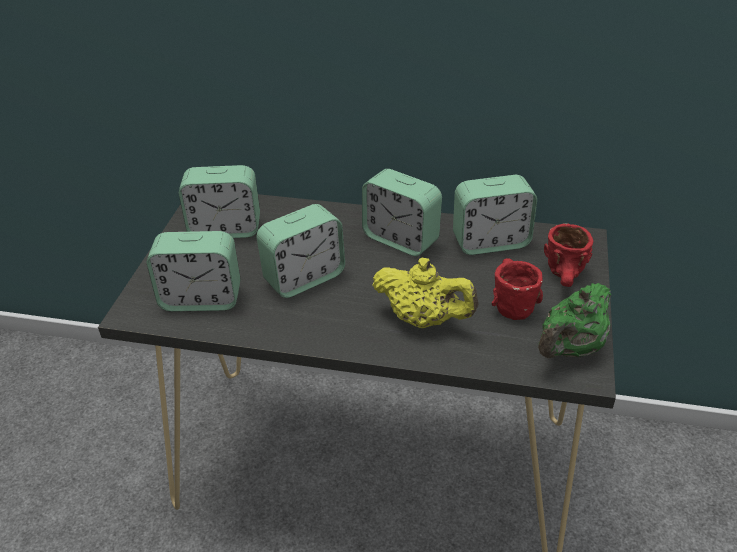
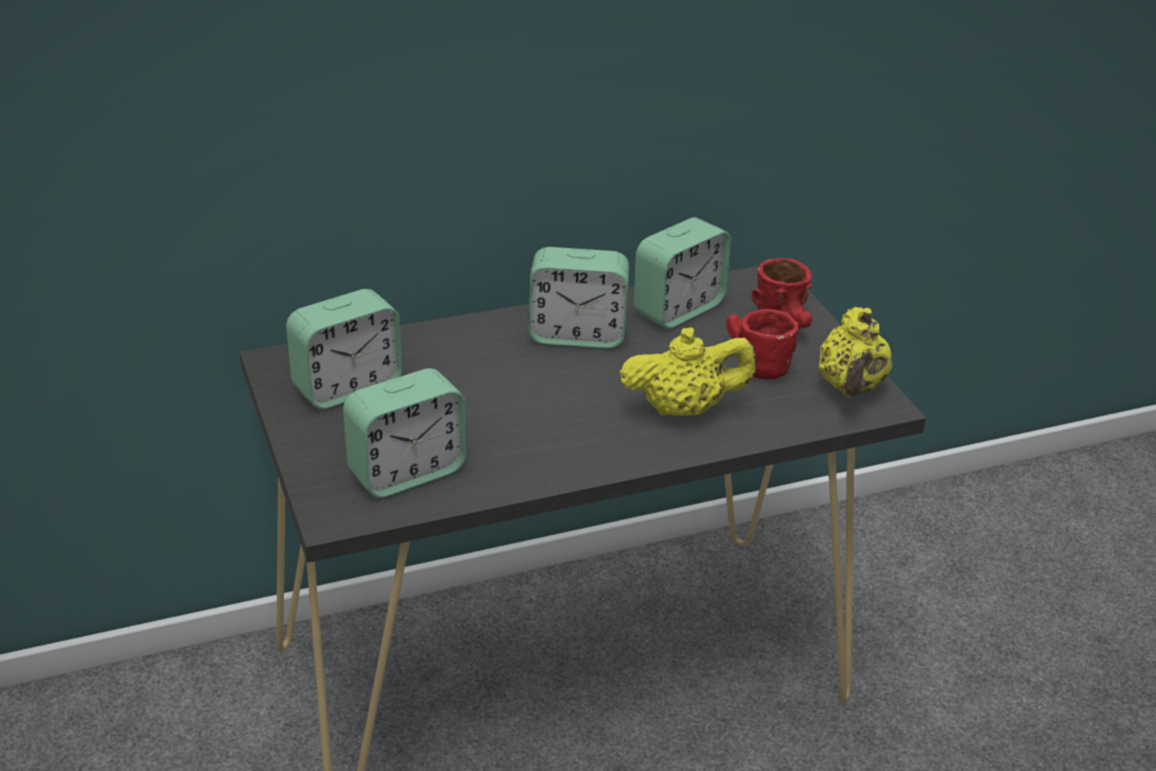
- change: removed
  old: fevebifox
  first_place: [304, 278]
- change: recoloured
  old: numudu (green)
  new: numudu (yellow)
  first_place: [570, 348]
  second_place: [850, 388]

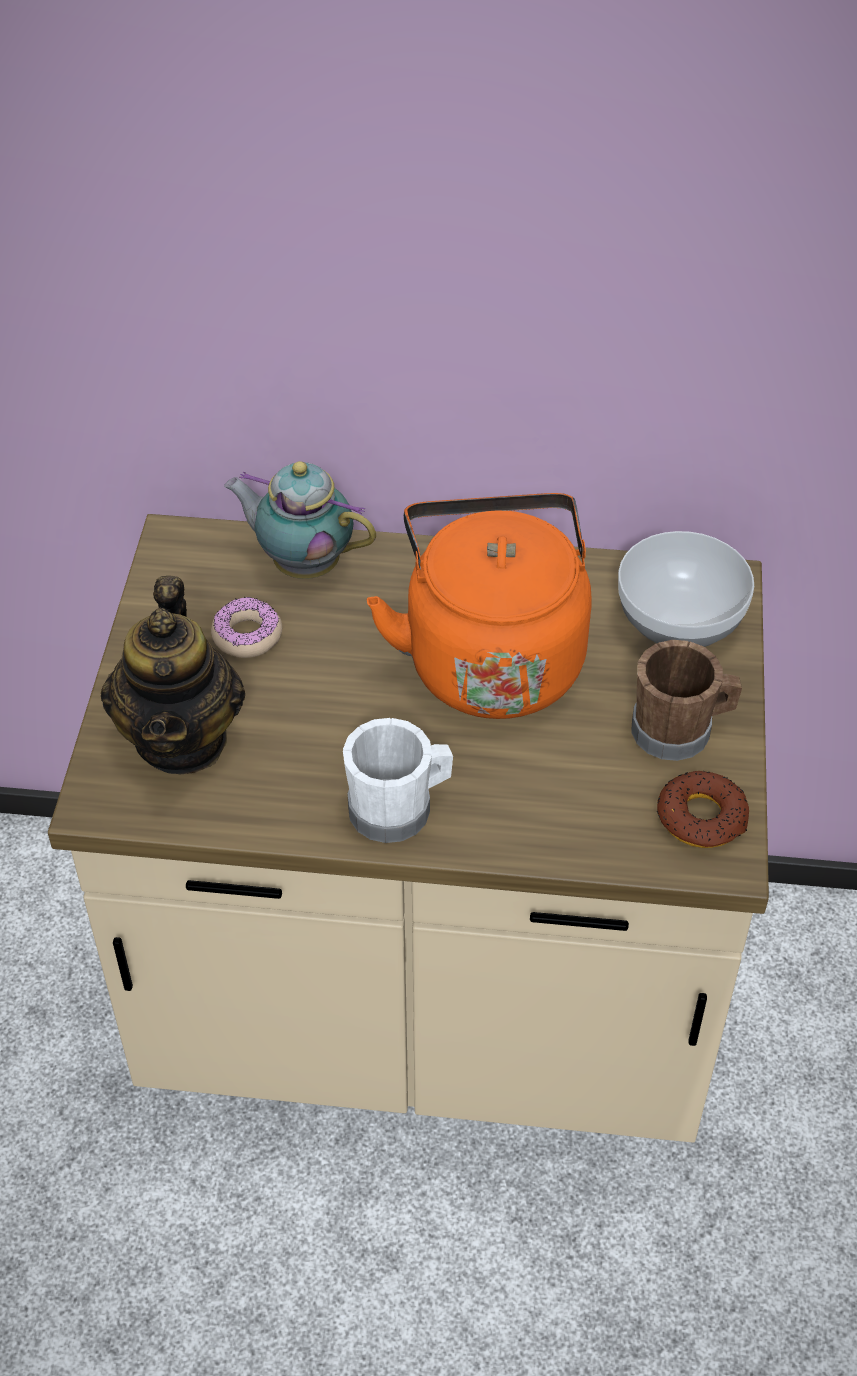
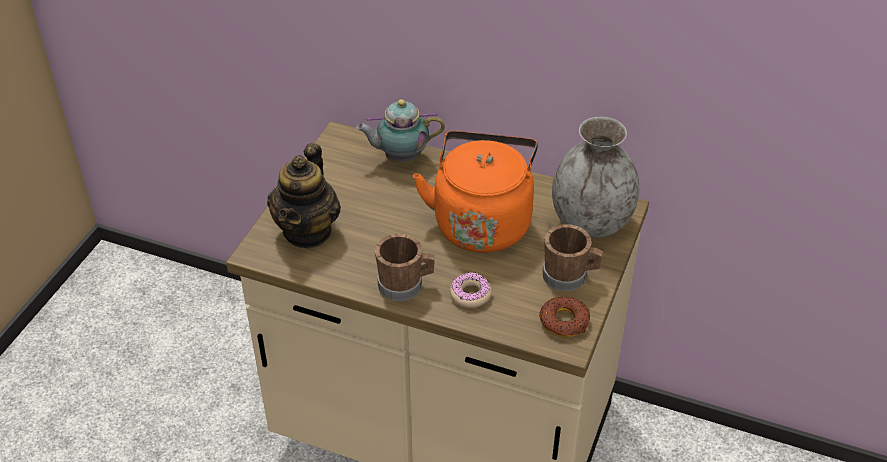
- change: moved
  old: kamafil
  first_place: [247, 635]
  second_place: [470, 294]
- change: replaced
  old: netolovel
  new: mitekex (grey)
  first_place: [681, 621]
  second_place: [591, 223]
- change: recoloured
  old: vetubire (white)
  new: vetubire (brown)
  first_place: [399, 808]
  second_place: [405, 285]
- change: turned
  old: numudu
  first_place: [302, 564]
  second_place: [400, 159]
  degrees: -45

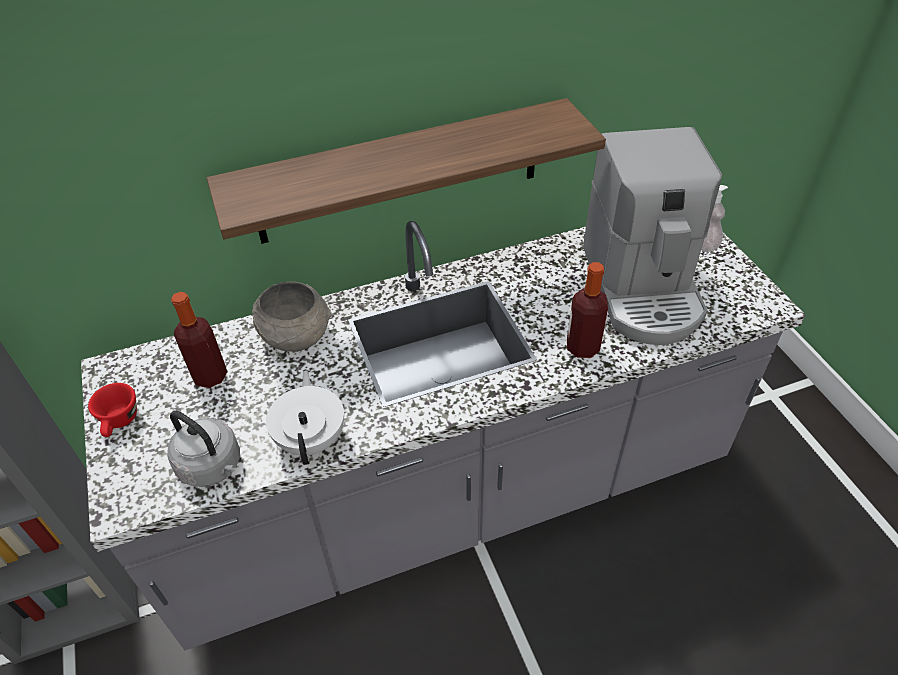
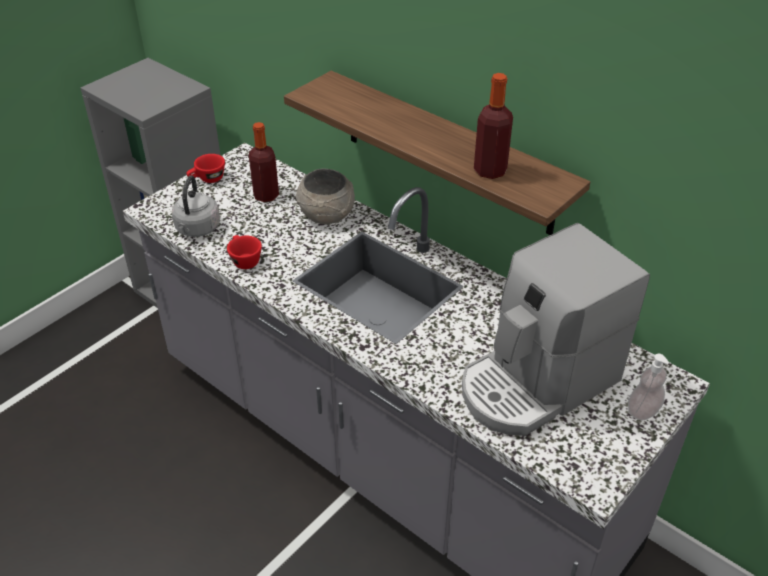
- change: moved
  old: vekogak
  first_place: [582, 347]
  second_place: [490, 170]
- change: replaced
  old: numudu (white)
  new: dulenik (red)
  first_place: [312, 438]
  second_place: [244, 260]

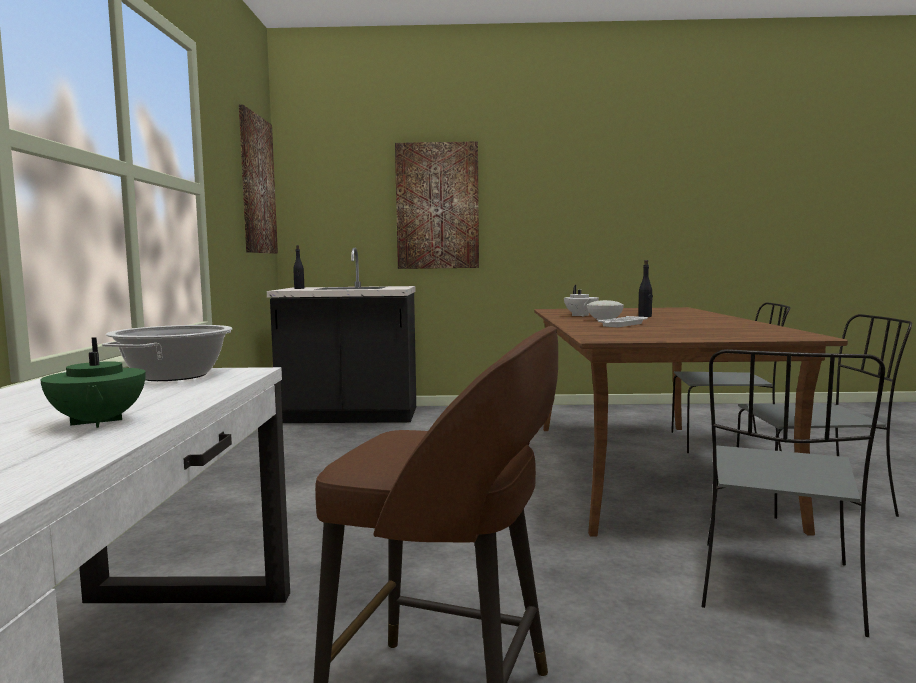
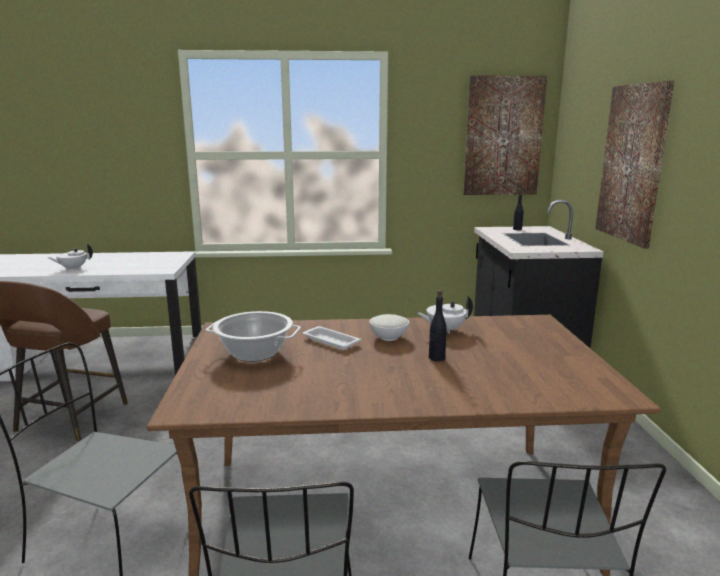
- change: moved
  old: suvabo
  first_place: [174, 376]
  second_place: [254, 353]
- change: recoloured
  old: numudu (green)
  new: numudu (white)
  first_place: [97, 422]
  second_place: [73, 268]

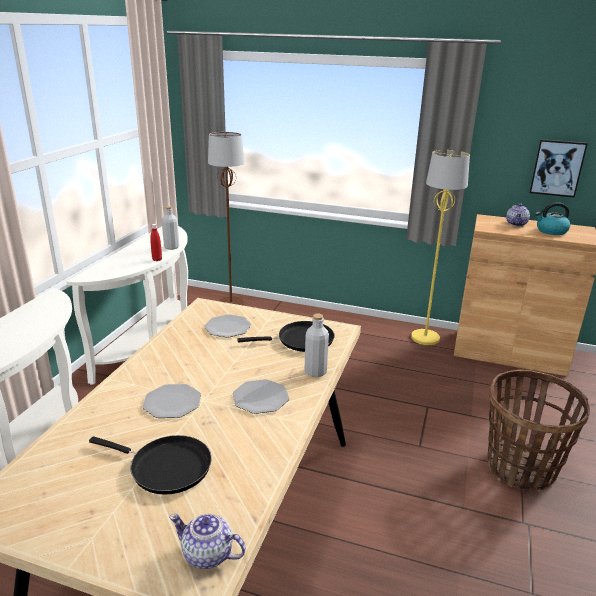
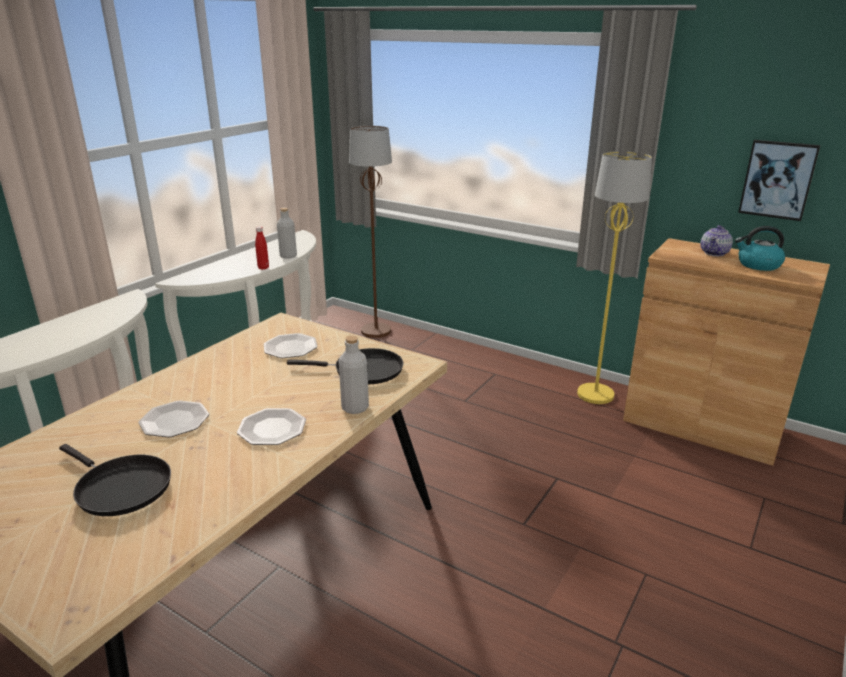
- change: removed
  old: numudu
  first_place: [208, 555]
- change: removed
  old: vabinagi
  first_place: [521, 467]

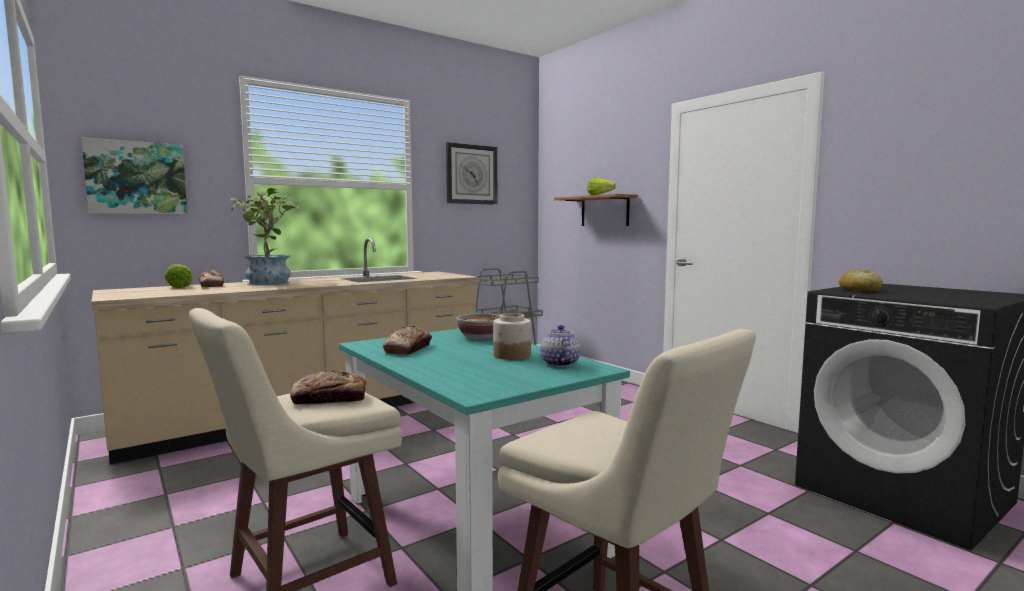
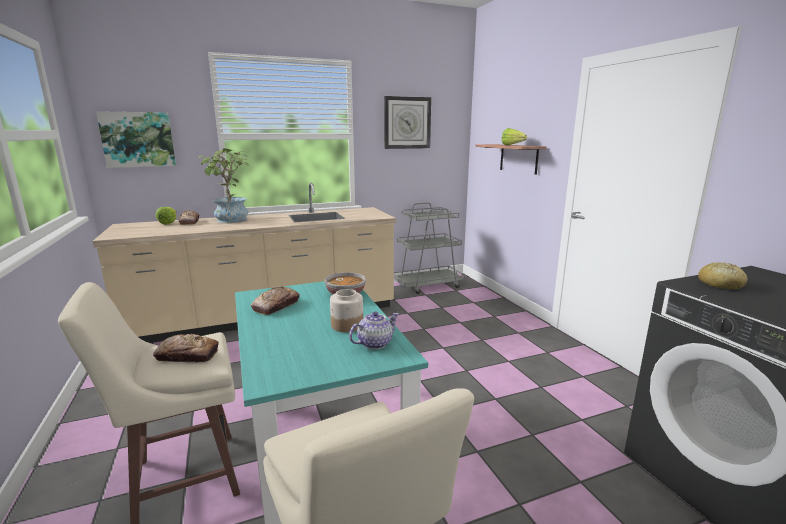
- change: turned
  old: numudu
  first_place: [559, 363]
  second_place: [375, 343]
  degrees: 45

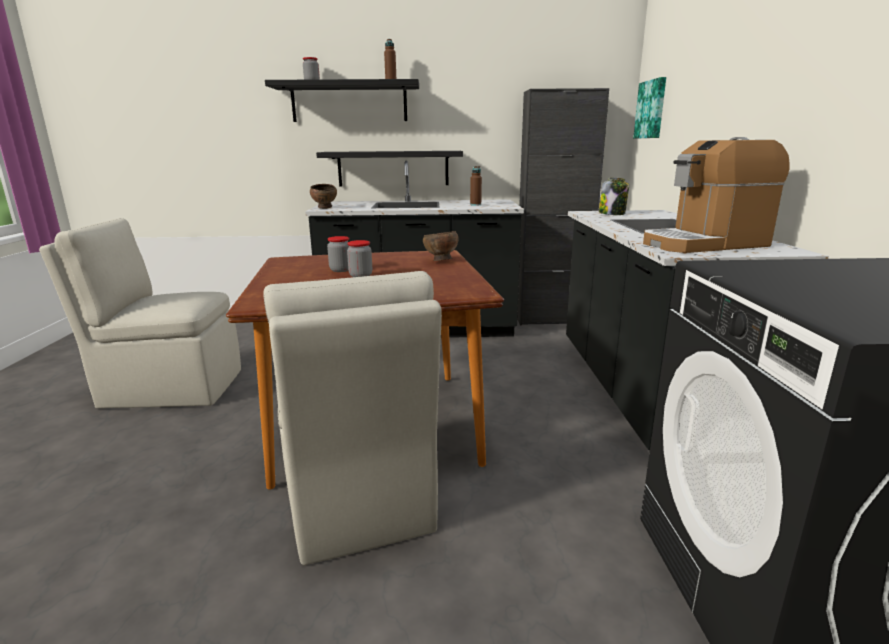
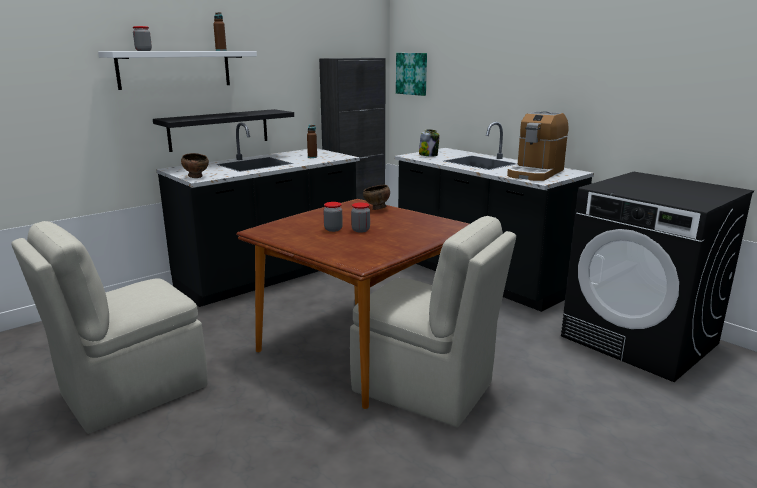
- change: recoloured
  old: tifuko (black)
  new: tifuko (white)
  first_place: [349, 103]
  second_place: [175, 69]

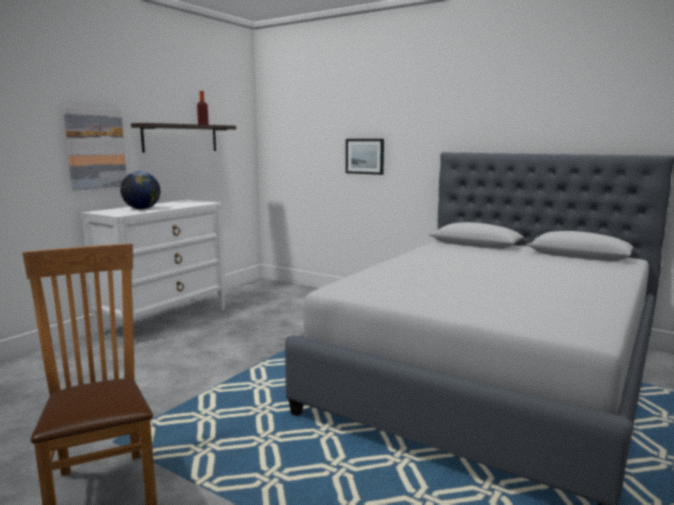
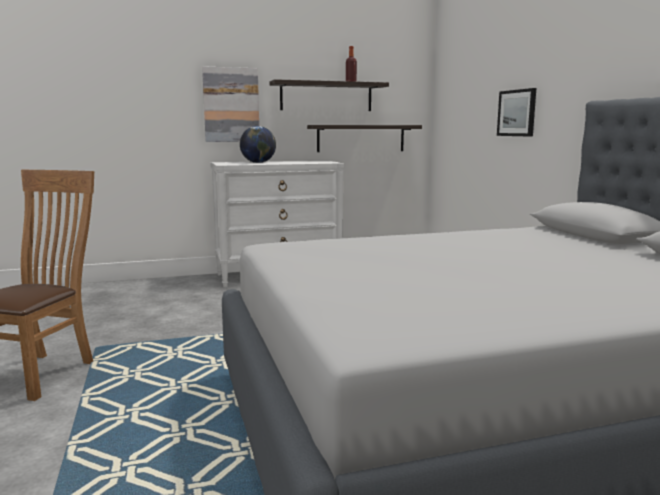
- change: added
  new: tifuko
  second_place: [361, 138]

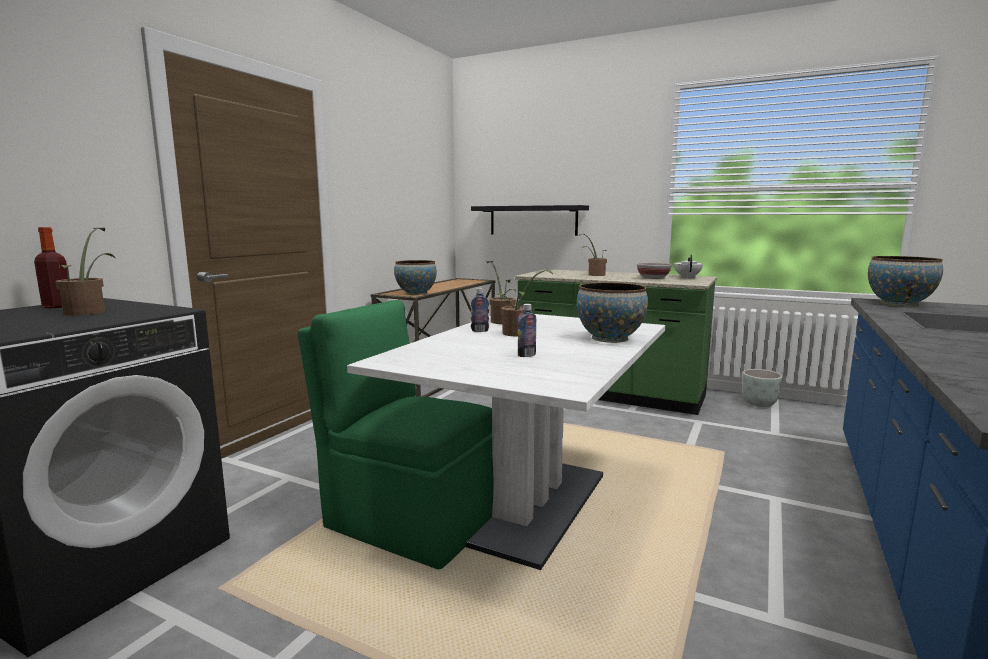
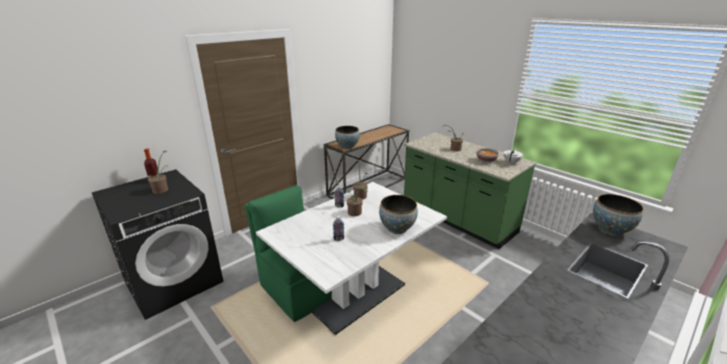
- change: removed
  old: tifuko (black)
  first_place: [533, 220]
- change: removed
  old: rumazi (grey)
  first_place: [759, 404]

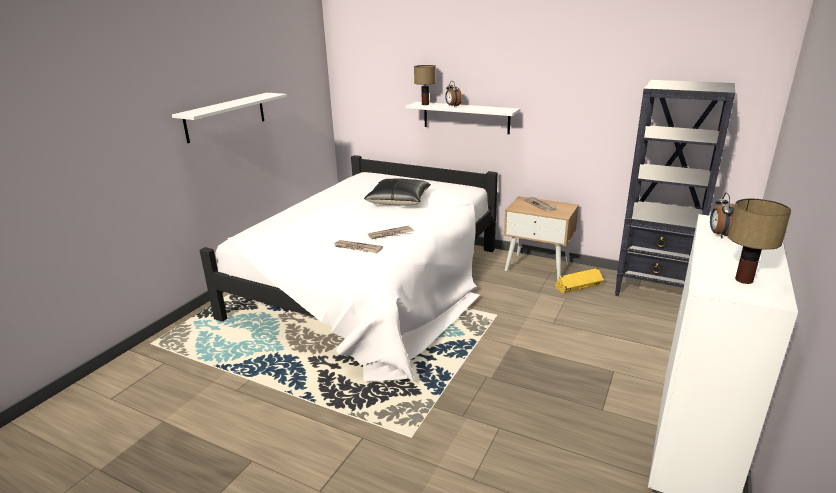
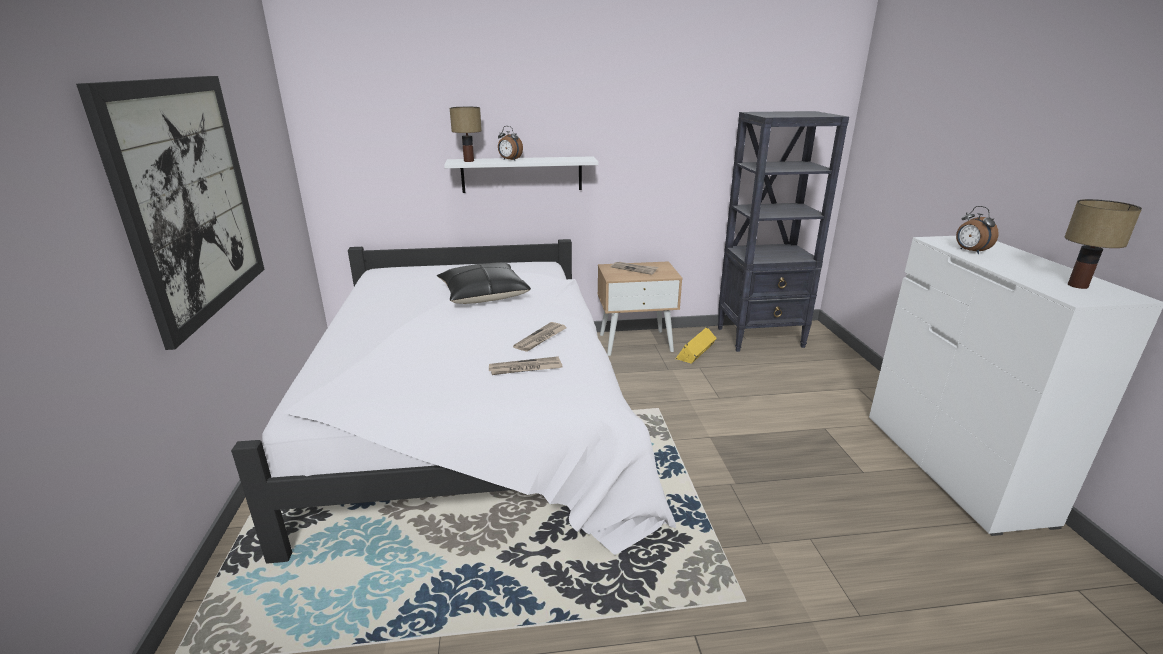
- change: replaced
  old: tifuko (white)
  new: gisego
  first_place: [226, 117]
  second_place: [189, 200]

